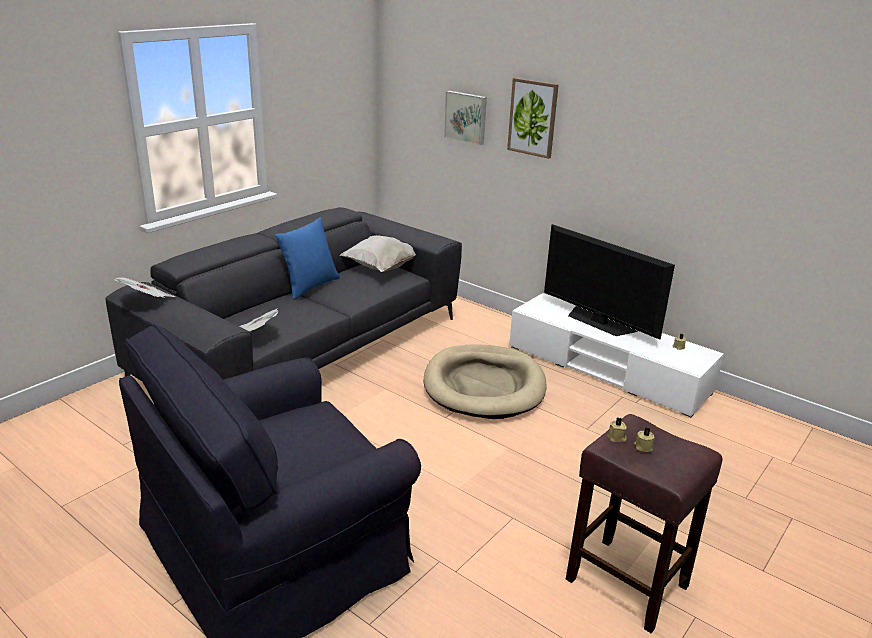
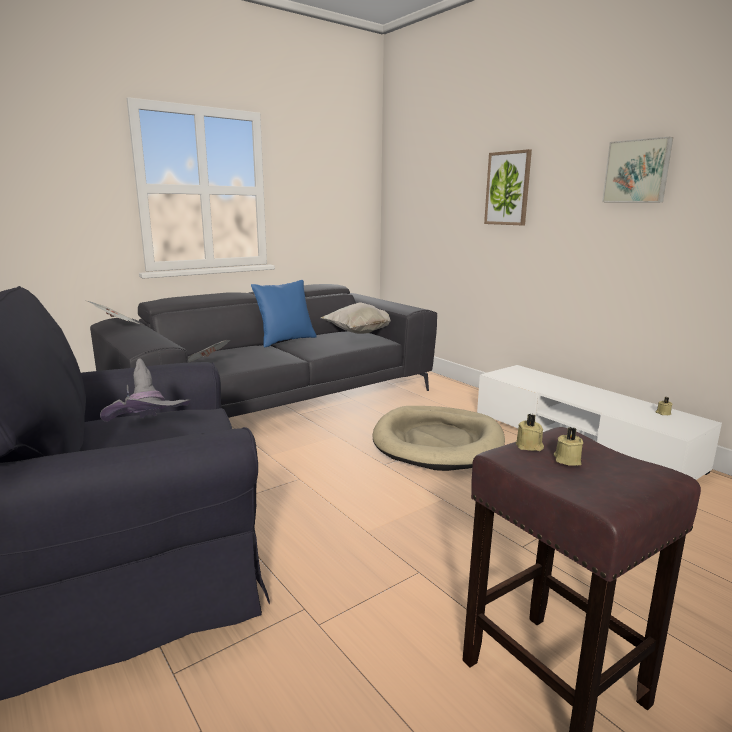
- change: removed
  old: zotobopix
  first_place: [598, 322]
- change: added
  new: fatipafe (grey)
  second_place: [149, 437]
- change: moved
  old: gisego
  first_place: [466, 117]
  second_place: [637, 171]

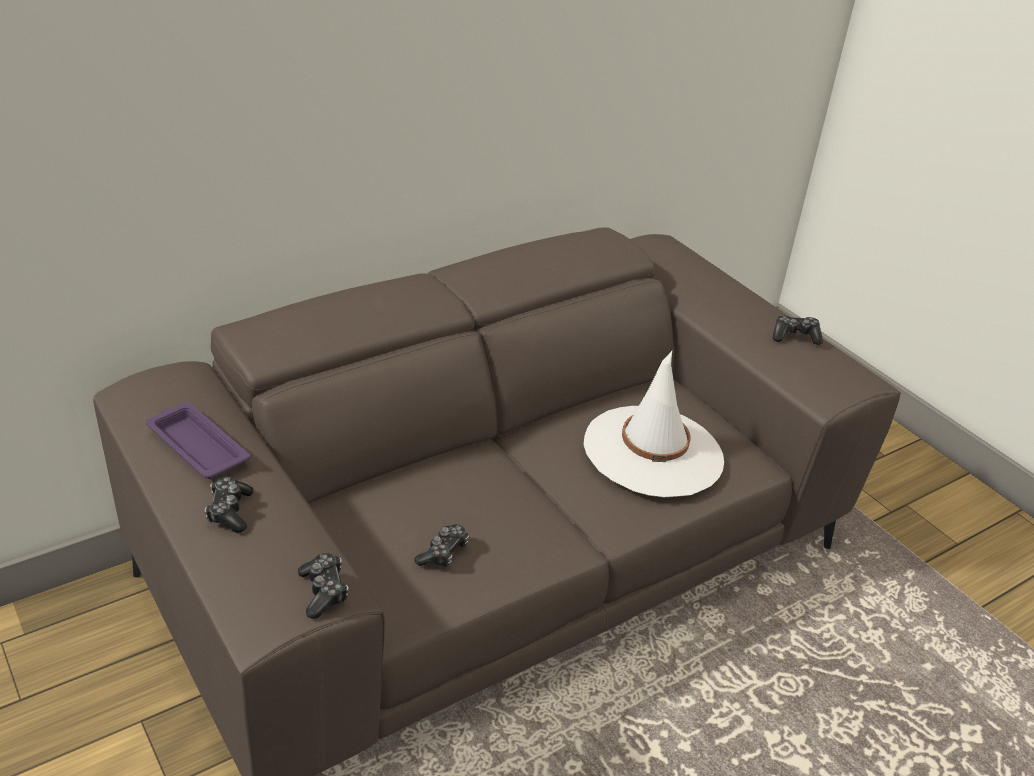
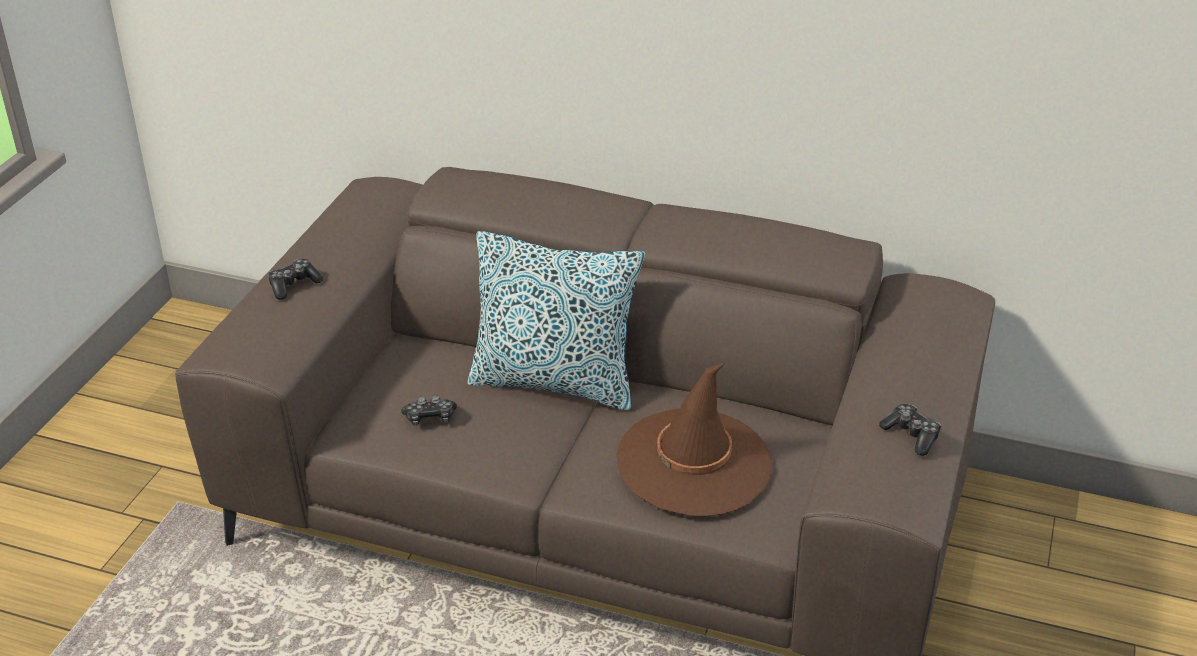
- change: removed
  old: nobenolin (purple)
  first_place: [196, 446]
- change: removed
  old: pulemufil
  first_place: [324, 591]
- change: added
  new: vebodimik
  second_place: [555, 382]
- change: recoloured
  old: fatipafe (white)
  new: fatipafe (brown)
  first_place: [653, 451]
  second_place: [694, 463]

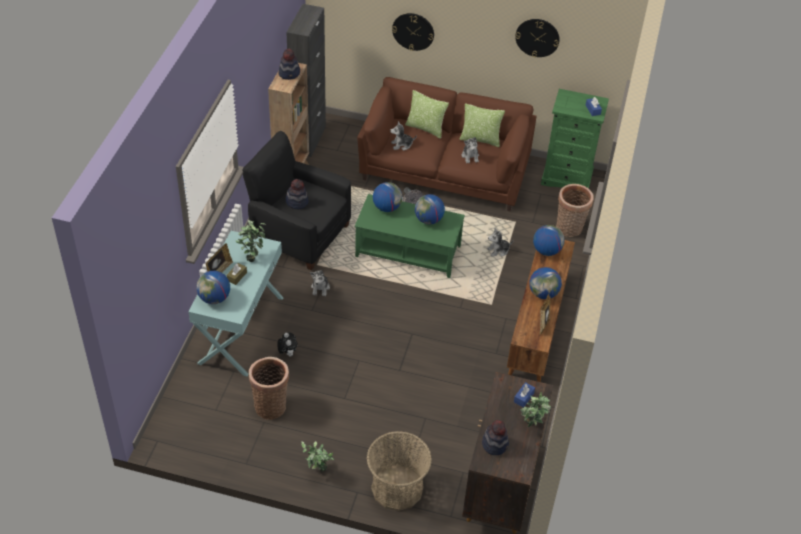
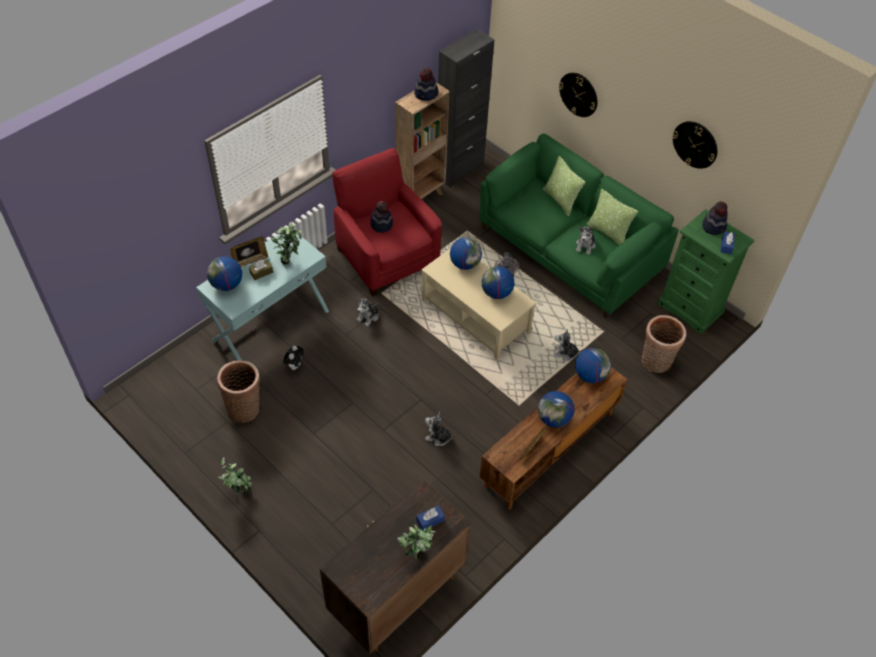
- change: removed
  old: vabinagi
  first_place: [397, 488]
- change: moved
  old: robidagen
  first_place: [402, 145]
  second_place: [438, 437]
- change: moved
  old: fatipafe
  first_place: [495, 444]
  second_place: [714, 226]
- change: recoloured
  old: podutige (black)
  new: podutige (red)
  first_place: [299, 234]
  second_place: [386, 257]
- change: recoloured
  old: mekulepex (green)
  new: mekulepex (beige)
  first_place: [408, 251]
  second_place: [476, 316]
- change: recoloured
  old: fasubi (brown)
  new: fasubi (green)
  first_place: [445, 170]
  second_place: [569, 250]

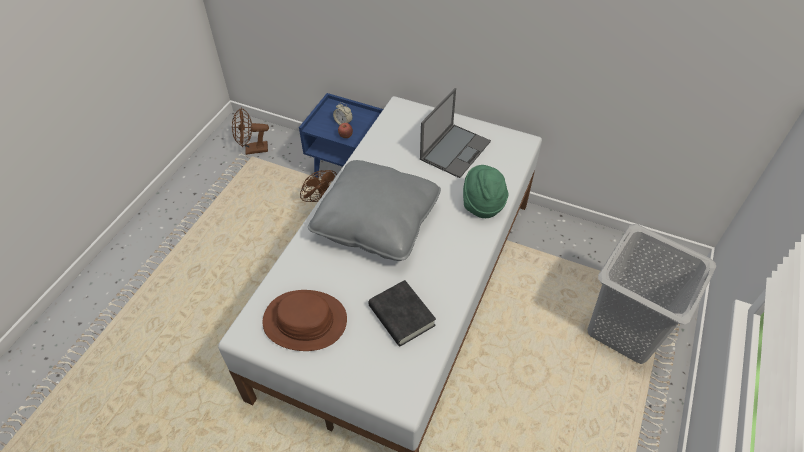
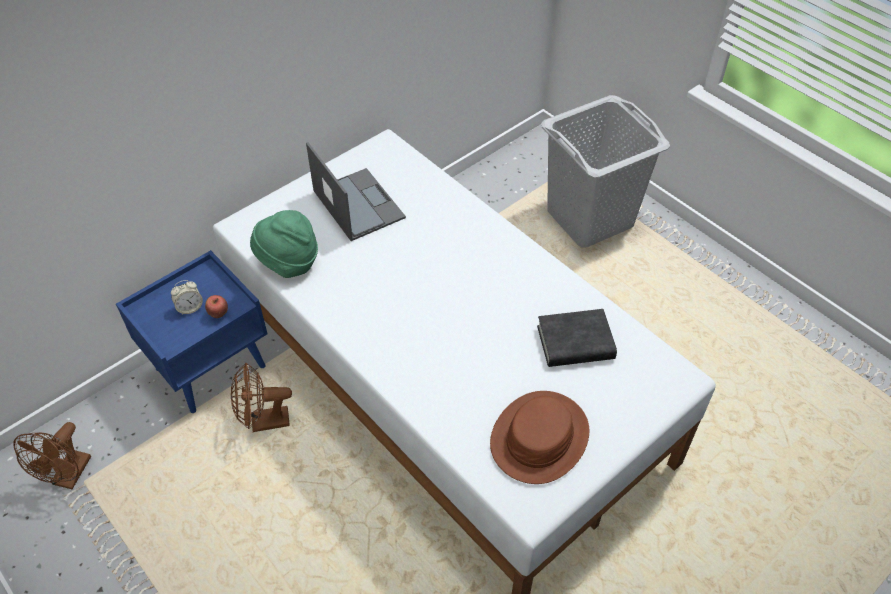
- change: removed
  old: vebodimik (grey)
  first_place: [376, 222]
- change: moved
  old: fatipafe (green)
  first_place: [482, 204]
  second_place: [288, 262]

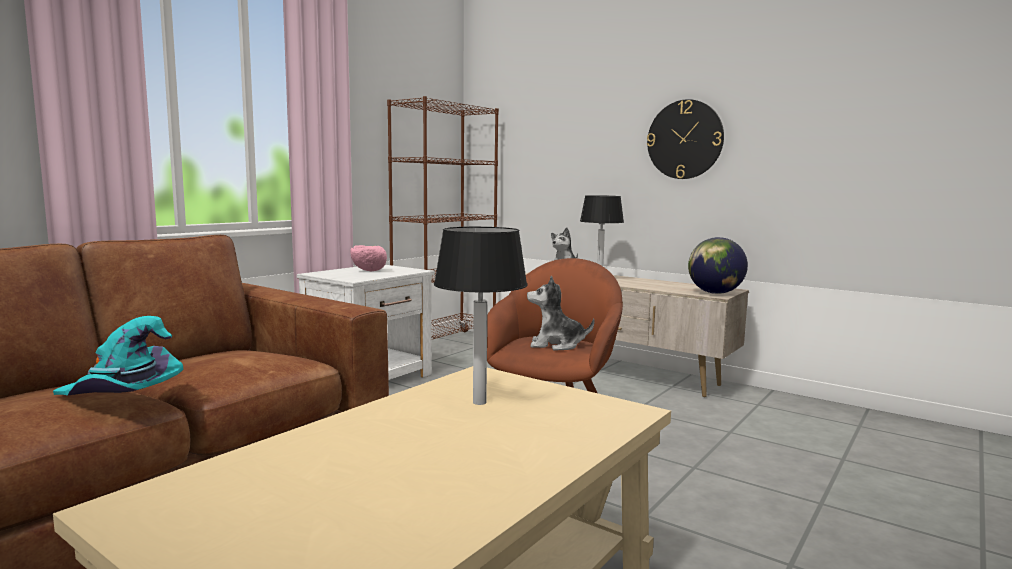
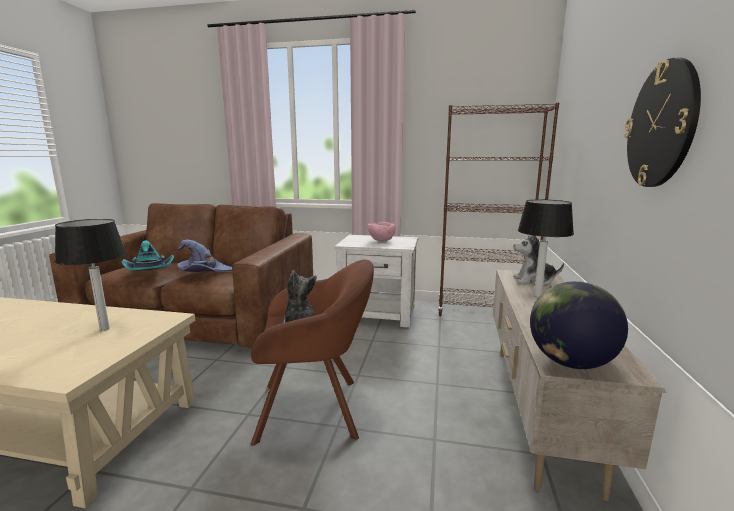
- change: added
  new: fatipafe (purple)
  second_place: [204, 272]

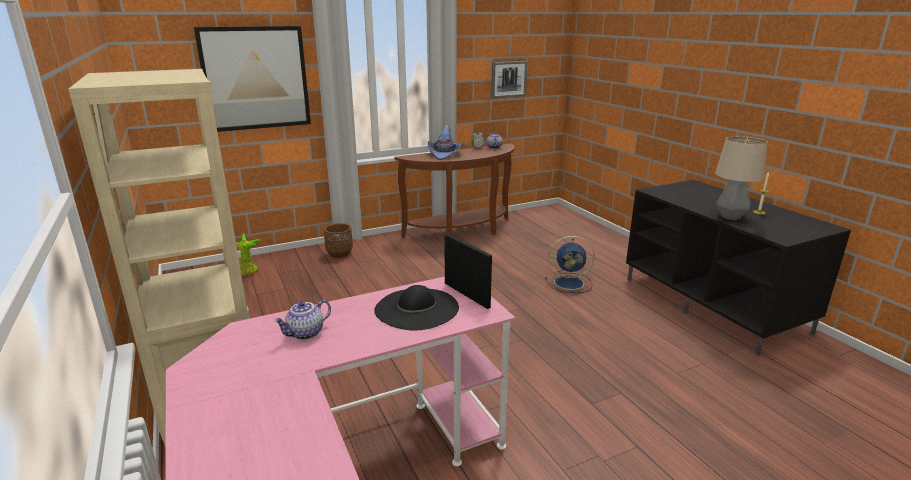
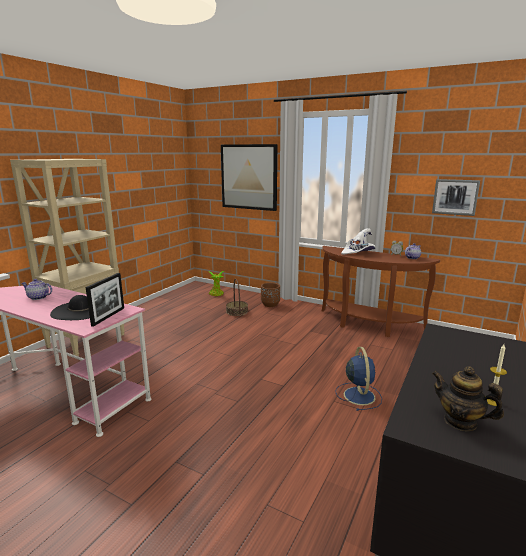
- change: removed
  old: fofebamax
  first_place: [730, 217]
- change: added
  new: vabinagi
  second_place: [237, 311]
- change: added
  new: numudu
  second_place: [460, 421]
- change: recoloured
  old: fatipafe (purple)
  new: fatipafe (white)
  first_place: [445, 154]
  second_place: [358, 252]
- change: turned
  old: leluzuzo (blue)
  first_place: [570, 283]
  second_place: [358, 395]
  degrees: -150

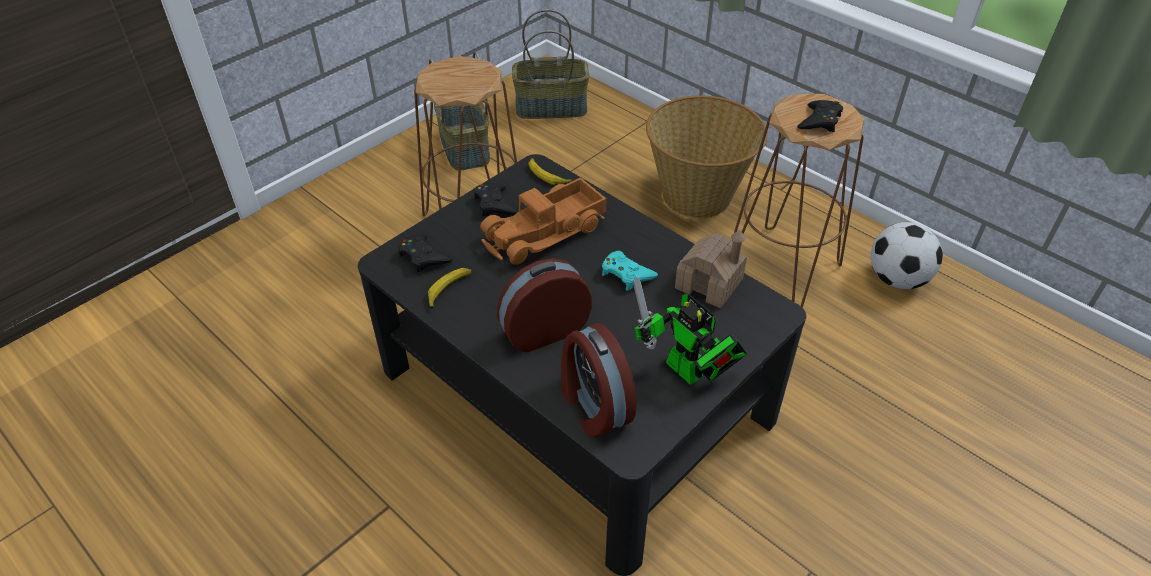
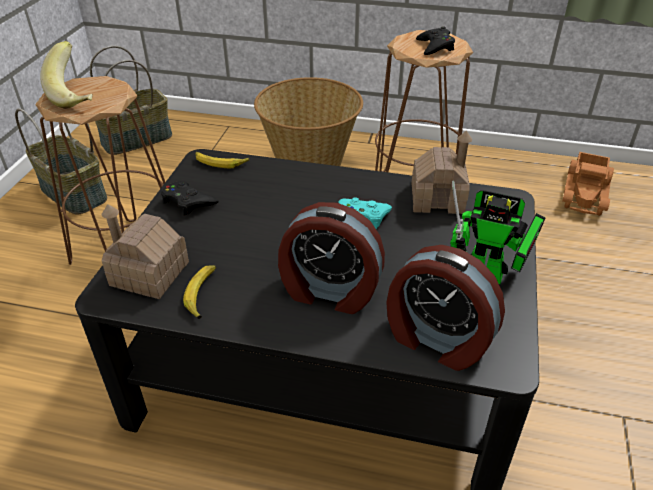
- change: removed
  old: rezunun
  first_place: [897, 279]
- change: added
  new: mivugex
  second_place: [77, 95]
- change: moved
  old: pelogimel
  first_place: [546, 233]
  second_place: [587, 192]
- change: replaced
  old: pulemufil (black)
  new: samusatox
  first_place: [423, 257]
  second_place: [149, 274]
- change: turned
  old: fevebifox
  first_place: [543, 329]
  second_place: [329, 292]
  degrees: -105

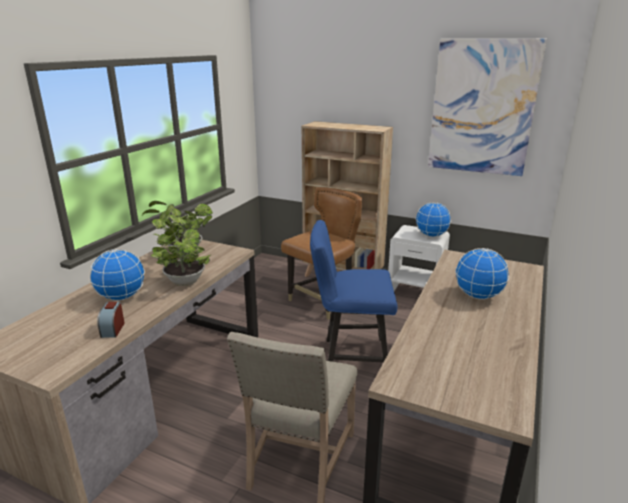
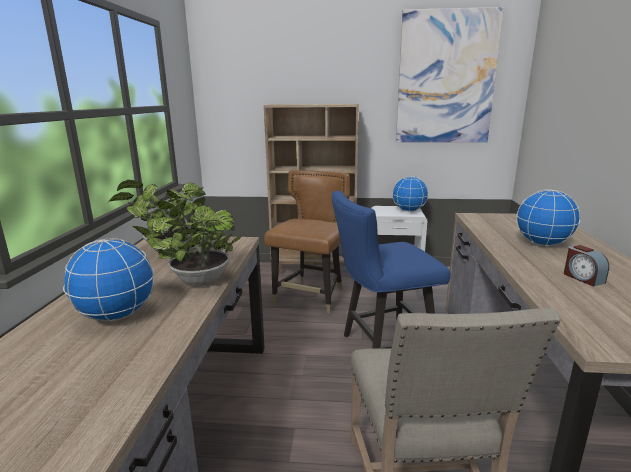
- change: moved
  old: fevebifox
  first_place: [113, 329]
  second_place: [583, 278]

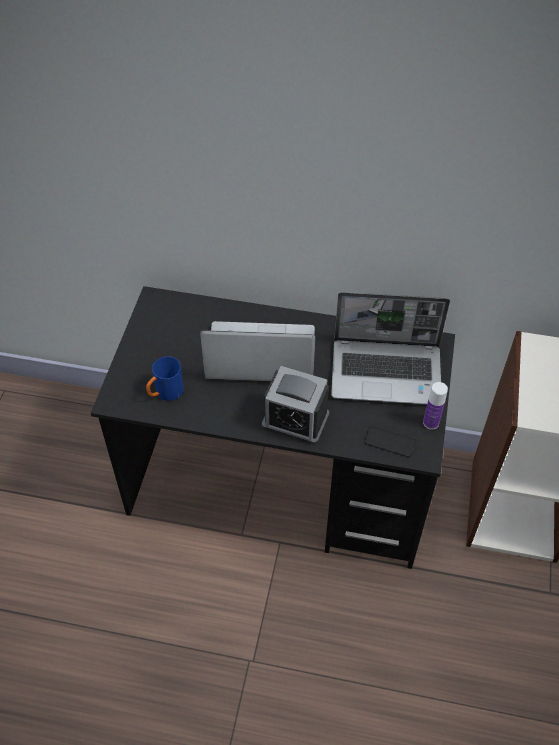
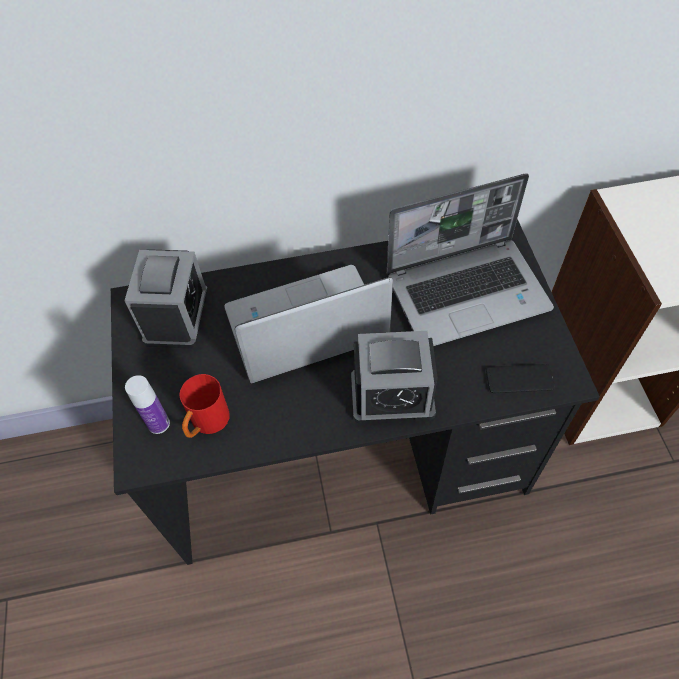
- change: added
  new: fevebifox
  second_place: [176, 316]
- change: moved
  old: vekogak
  first_place: [431, 422]
  second_place: [158, 423]
- change: recoloured
  old: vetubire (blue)
  new: vetubire (red)
  first_place: [165, 394]
  second_place: [206, 424]

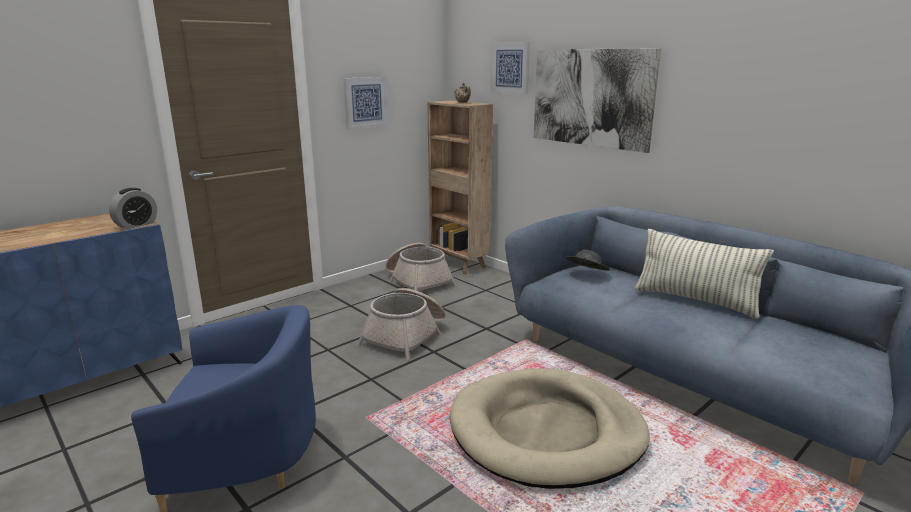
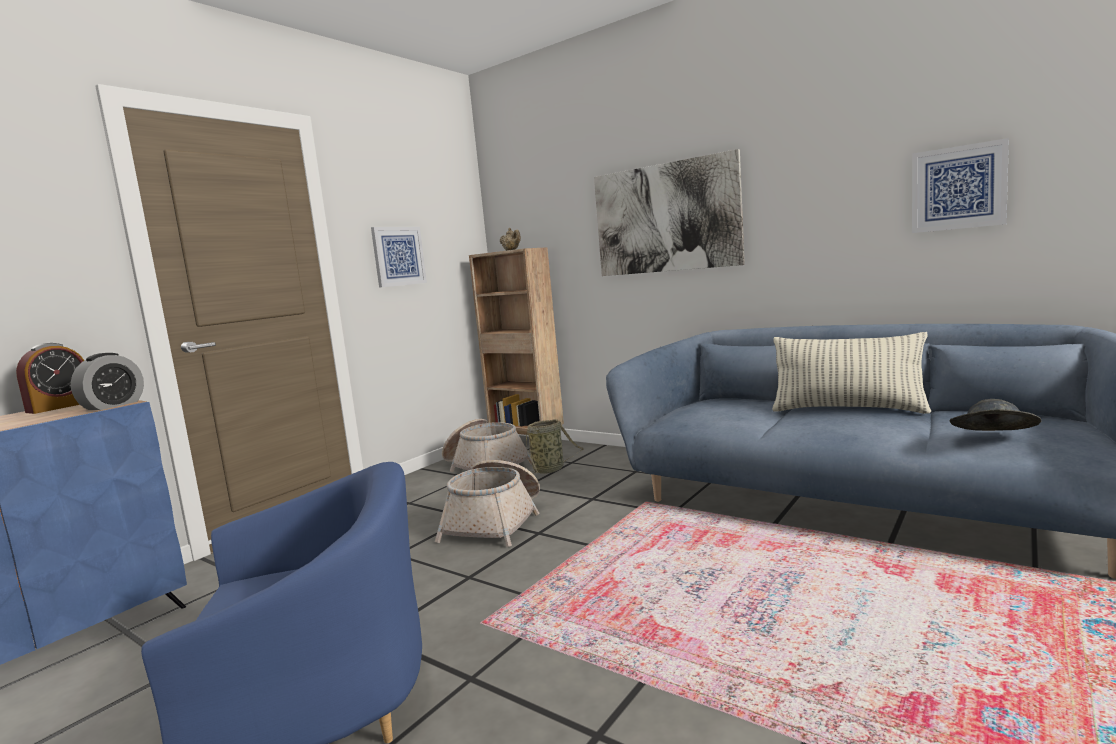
- change: removed
  old: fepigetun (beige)
  first_place: [547, 432]
- change: added
  new: fevebifox
  second_place: [60, 407]
- change: added
  new: vabinagi
  second_place: [550, 469]
- change: moved
  old: gisego
  first_place: [510, 68]
  second_place: [958, 188]
- change: moved
  old: fatipafe (grey)
  first_place: [585, 273]
  second_place: [992, 439]

